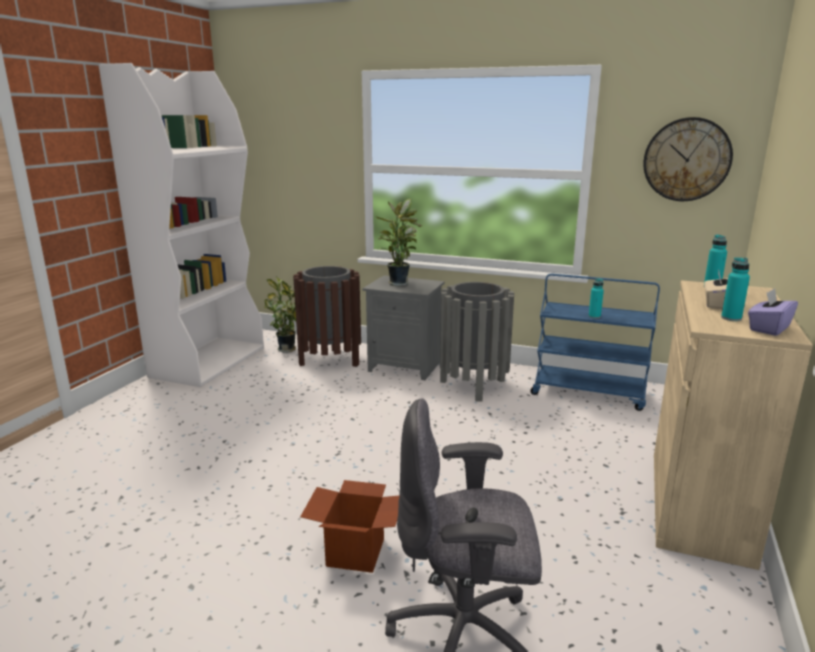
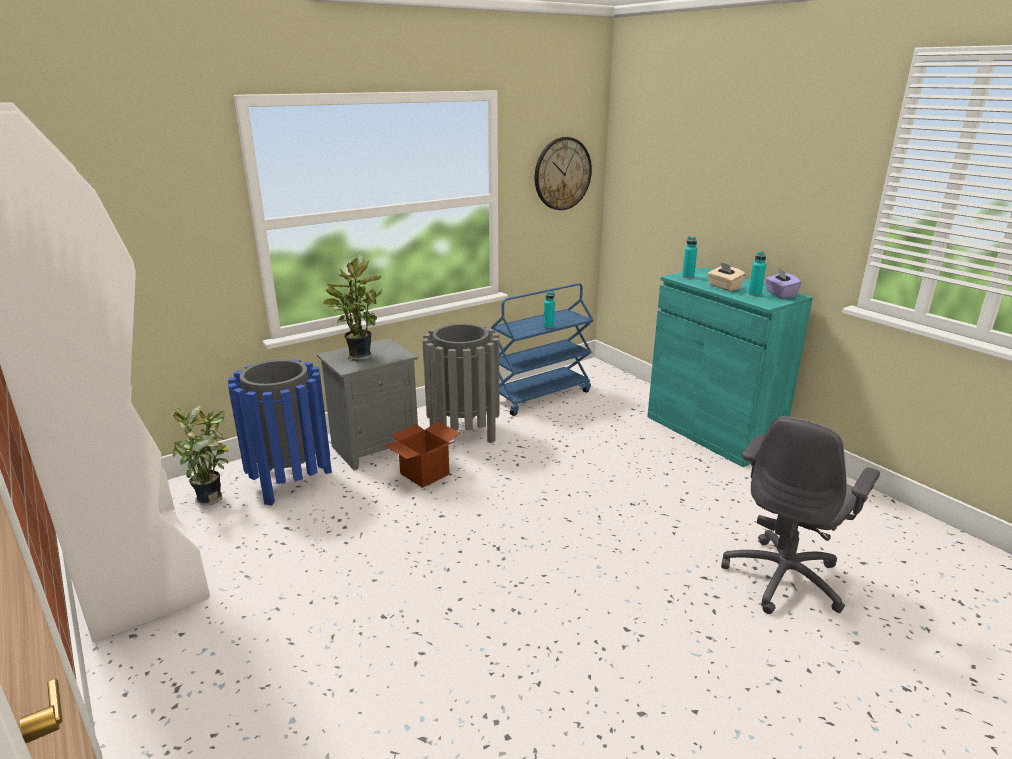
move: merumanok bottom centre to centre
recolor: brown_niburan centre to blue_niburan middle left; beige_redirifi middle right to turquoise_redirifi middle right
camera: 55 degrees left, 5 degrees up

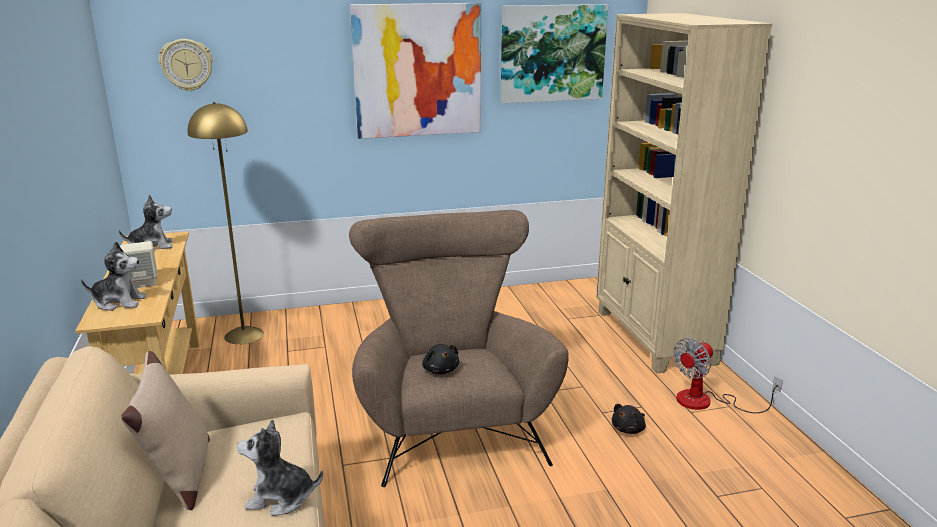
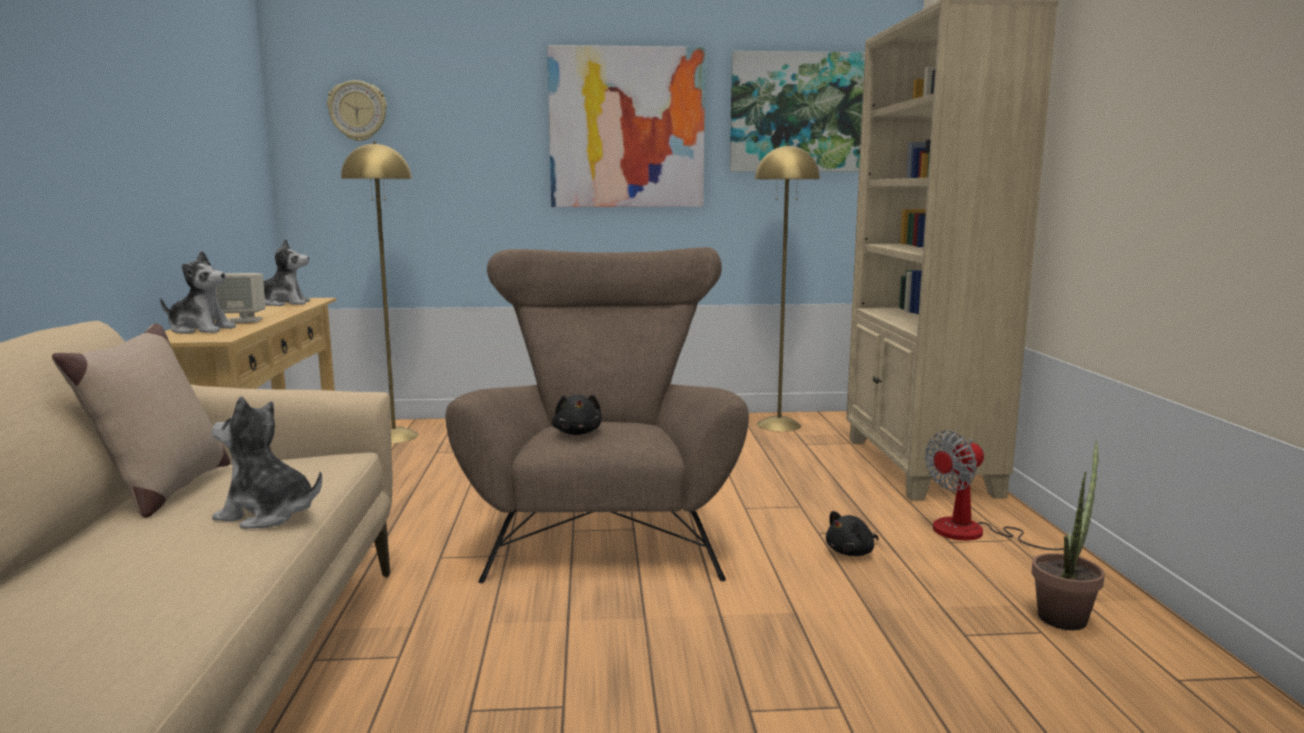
insert: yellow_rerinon (2nd from left) centre; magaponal bottom right
camera: 10 degrees right, 10 degrees down

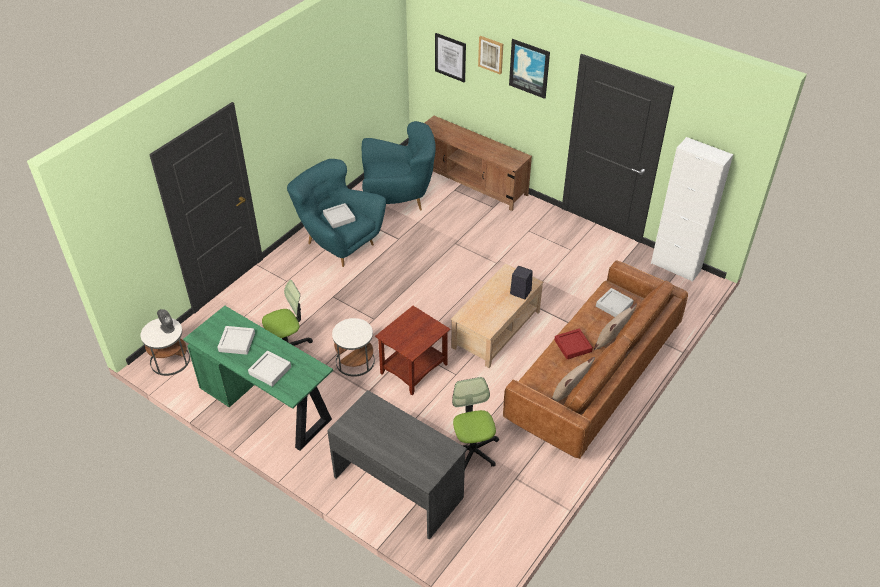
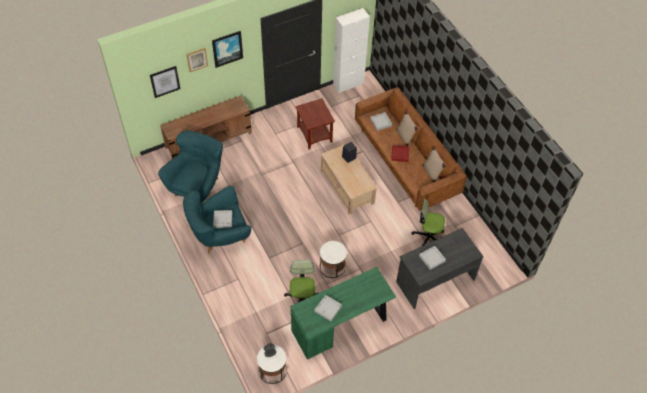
move: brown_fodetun centre to top centre; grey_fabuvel (2nd from left in the first image) middle left to grey_fabuvel (4th from left) middle right
camera: 65 degrees left, 10 degrees up

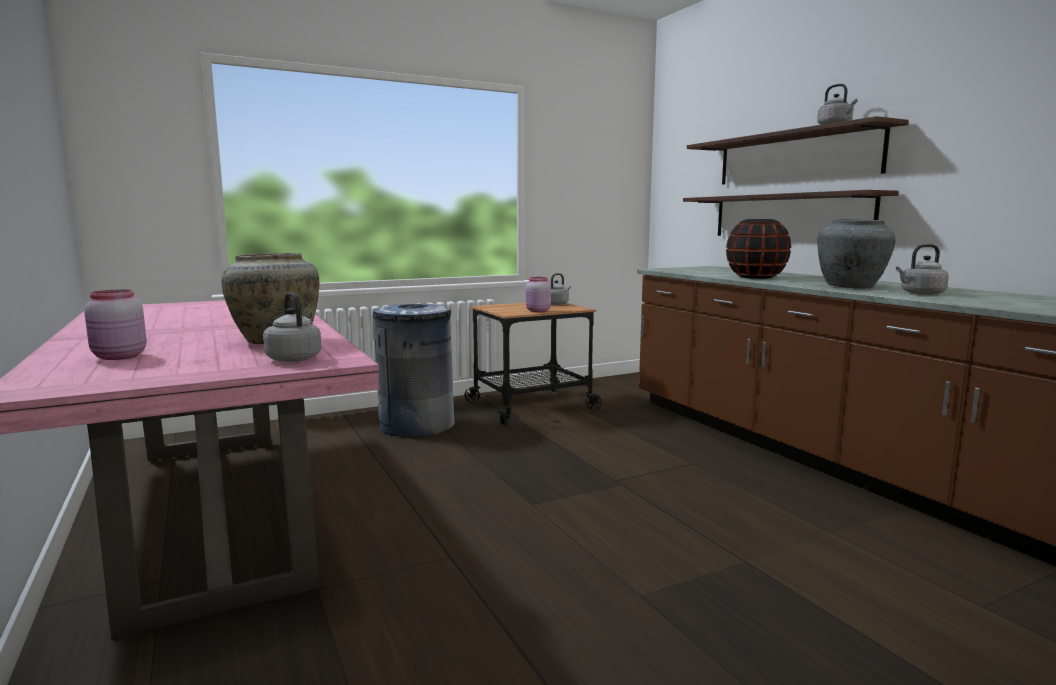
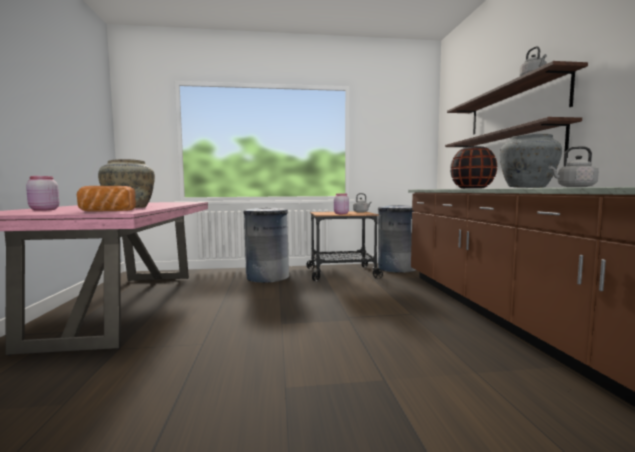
insert: grey_niburan (2nd from left) centre
replace: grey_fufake (1st from left) middle left to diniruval middle left
camera: 20 degrees right, 5 degrees down

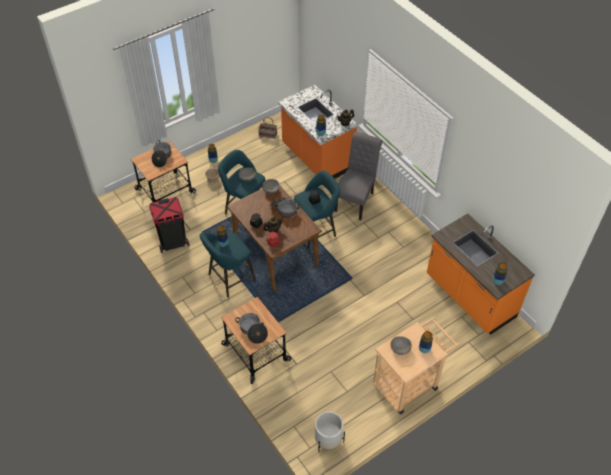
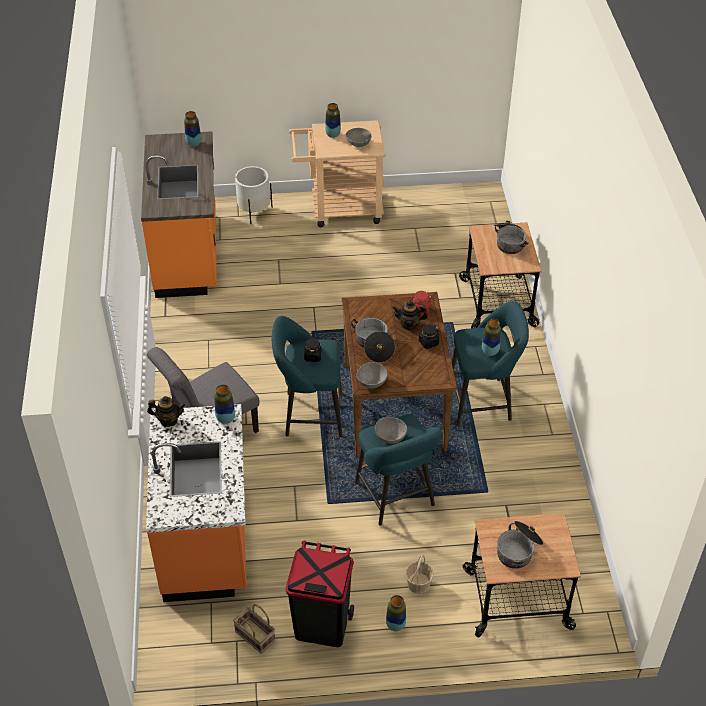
move: black_niburan middle left to bottom centre; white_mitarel bottom centre to top centre
camera: 150 degrees left, 5 degrees down

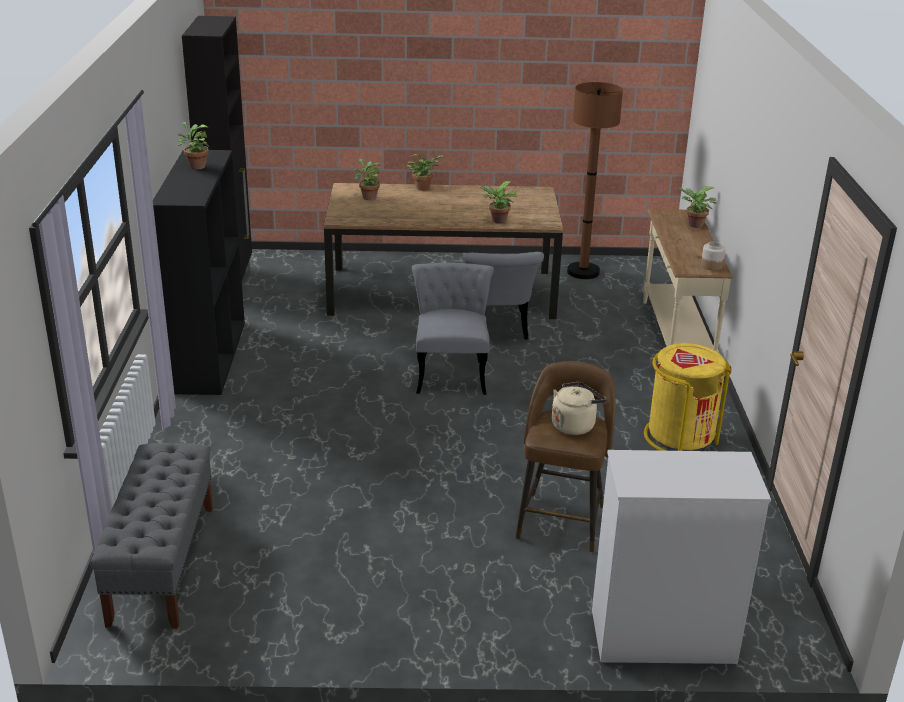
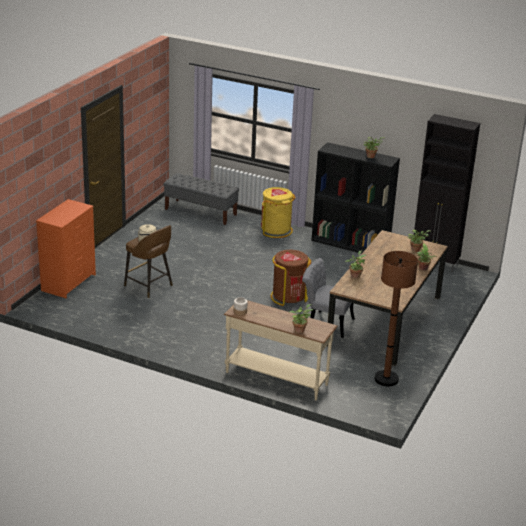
move: yellow_niburan middle right to centre
replace: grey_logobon (1st from left) centre to brown_niburan centre
recolor: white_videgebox bottom right to orange_videgebox middle left
camera: 115 degrees right, 0 degrees up

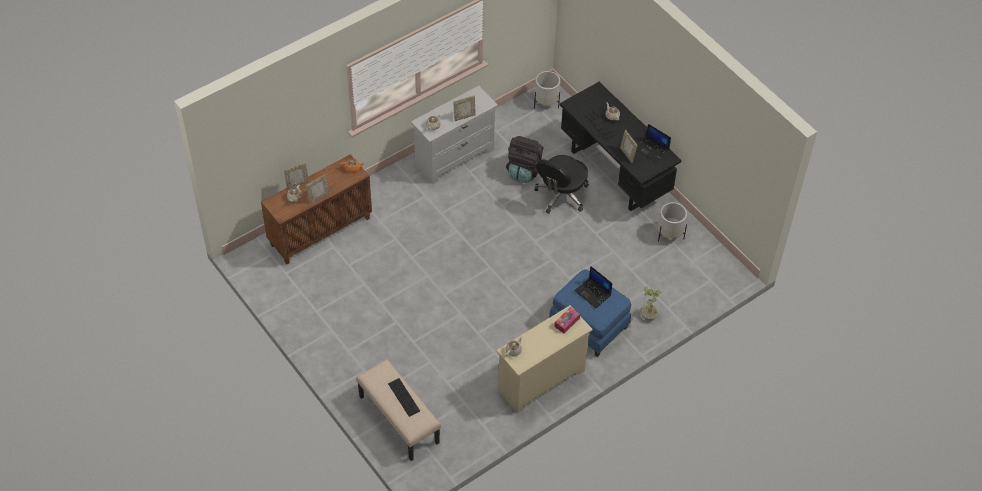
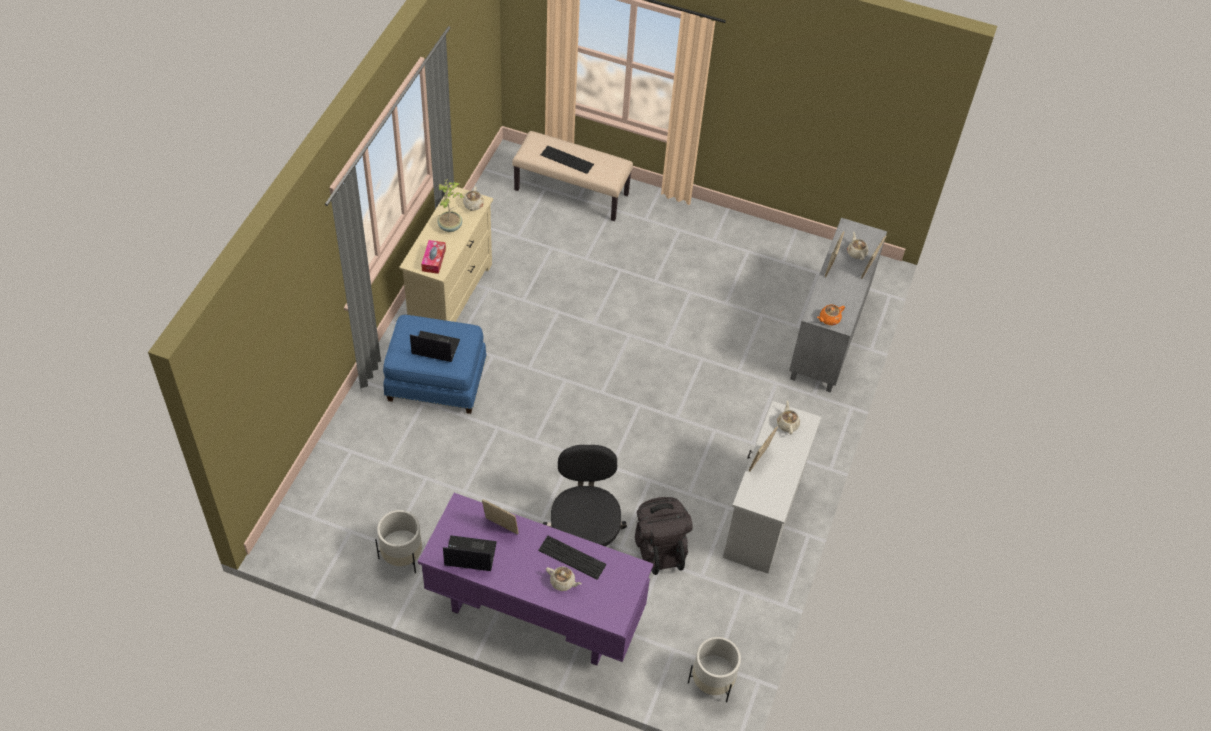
move: magaponal centre to top centre
recolor: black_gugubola top centre to purple_gugubola bottom centre; brown_redirifi middle left to grey_redirifi middle right
camera: 145 degrees right, 0 degrees up

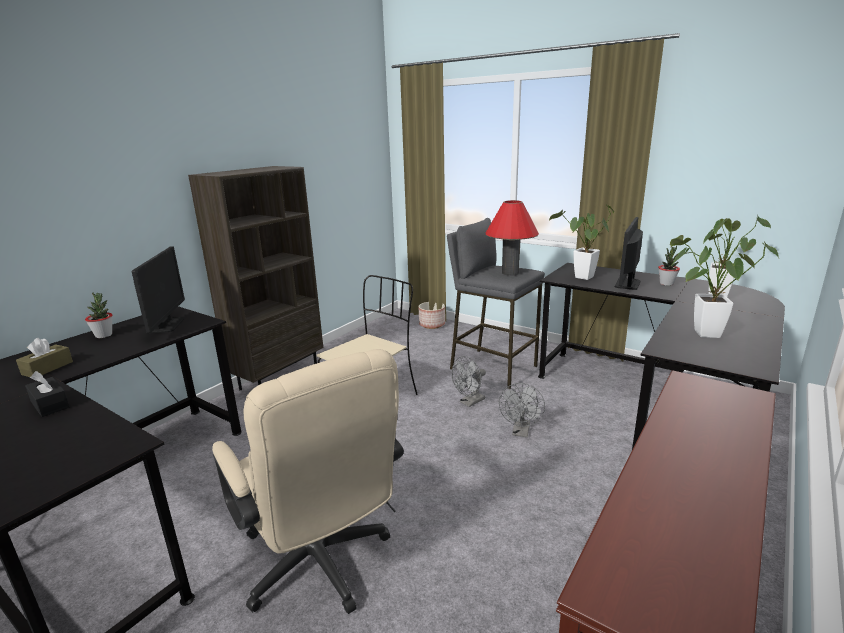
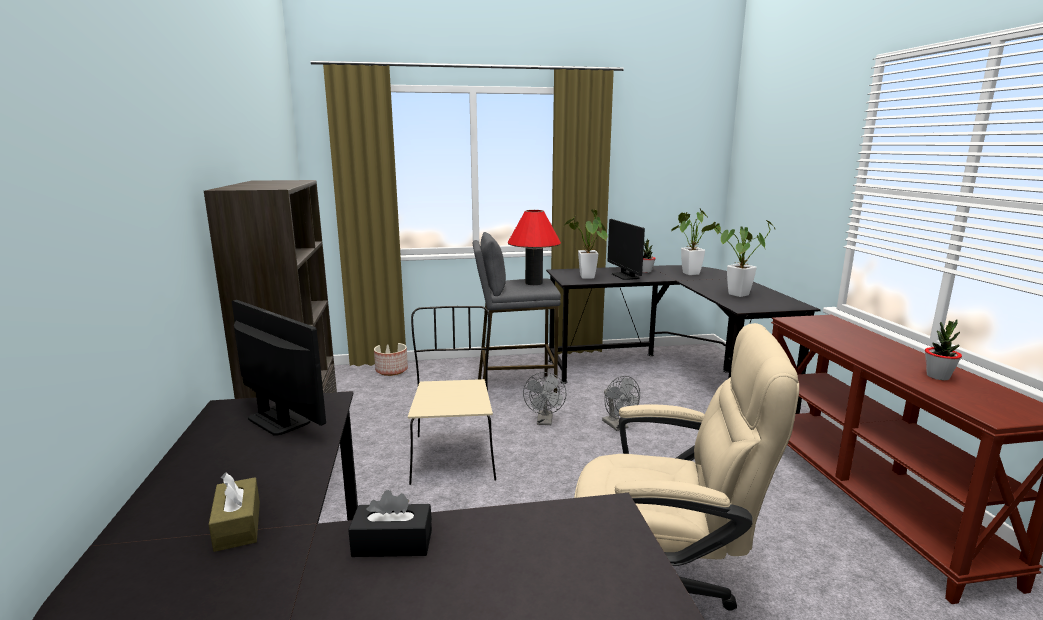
move: magaponal (1st from left in the first image) middle left to magaponal (5th from left) middle right
camera: 45 degrees left, 5 degrees down

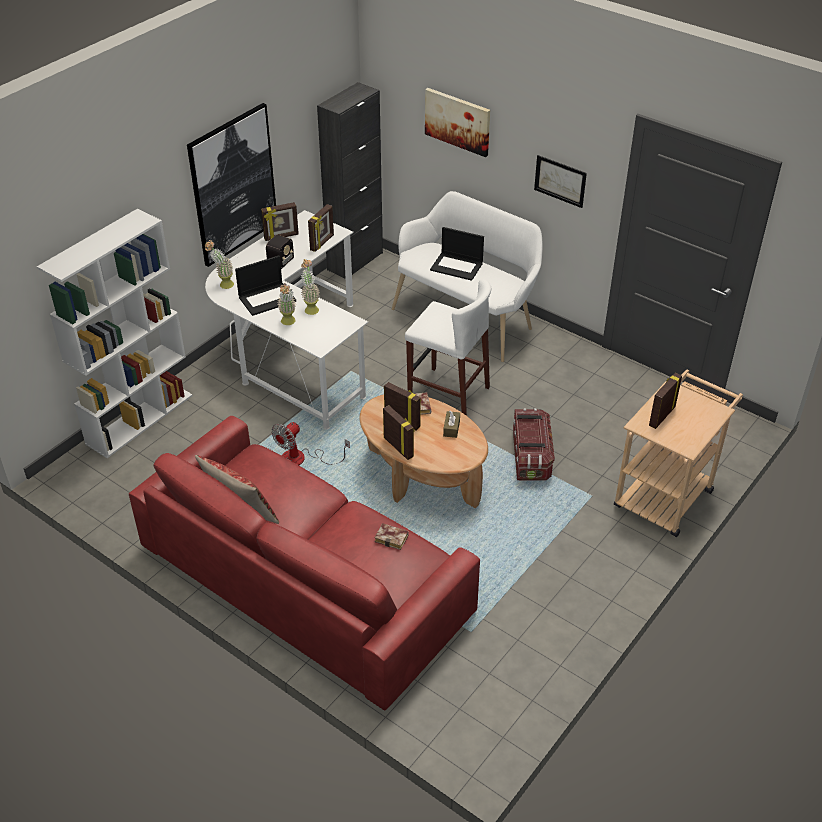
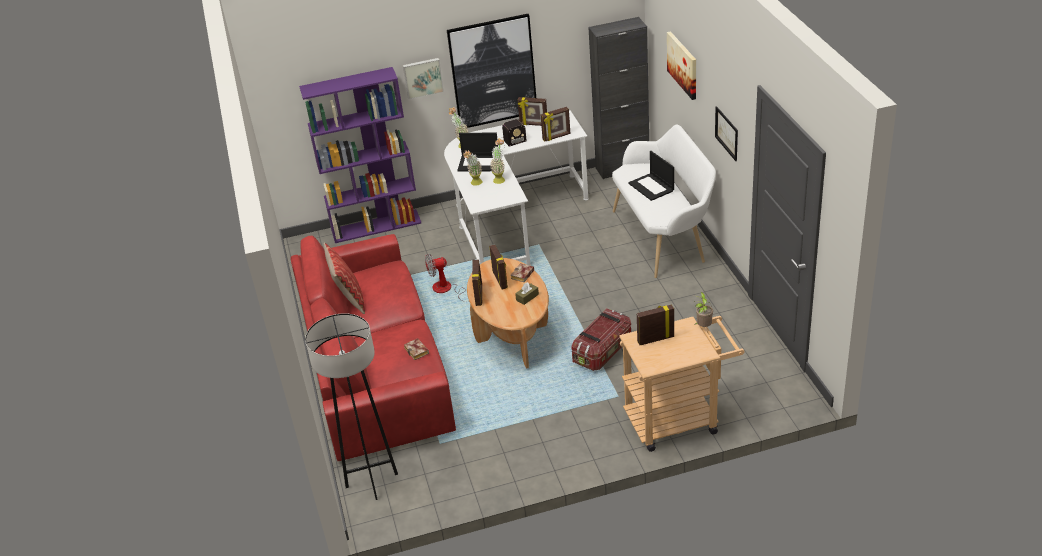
delete: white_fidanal centre
insert: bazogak (1st from left) top centre; magaponal (4th from left) middle right; grey_rerinon bottom centre
recolor: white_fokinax middle left to purple_fokinax top centre
camera: 40 degrees right, 5 degrees down

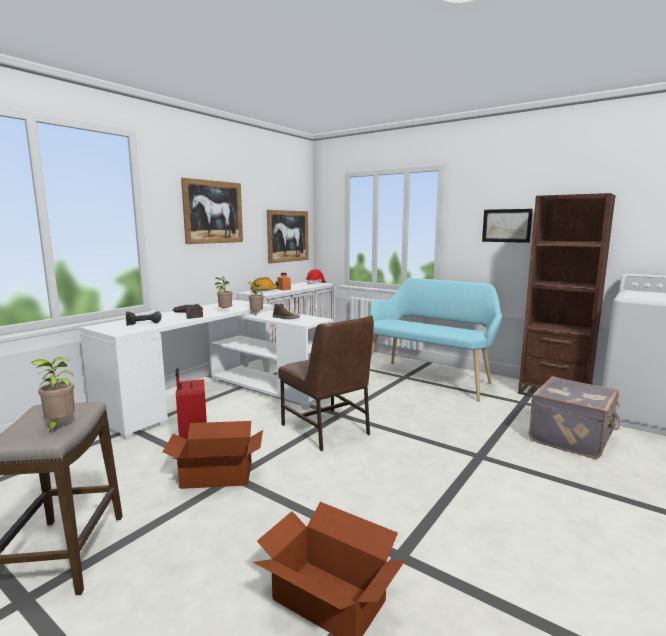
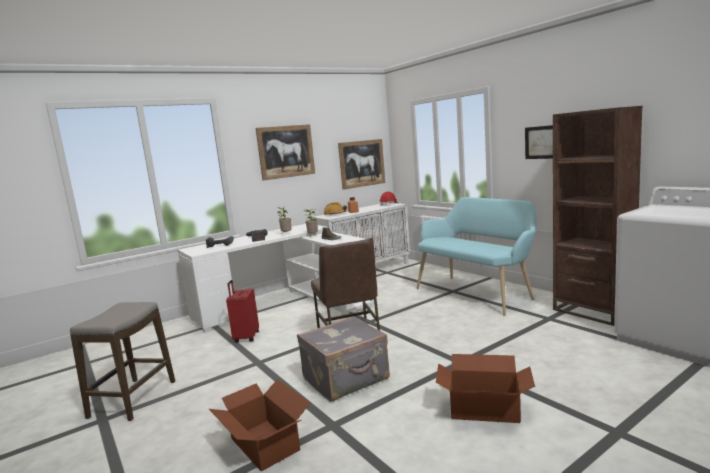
delete: magaponal (1st from left) middle left
move: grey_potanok middle right to bottom centre; merumanok (1st from left in the first image) bottom left to merumanok (2nd from left) bottom right
camera: 20 degrees right, 0 degrees up

